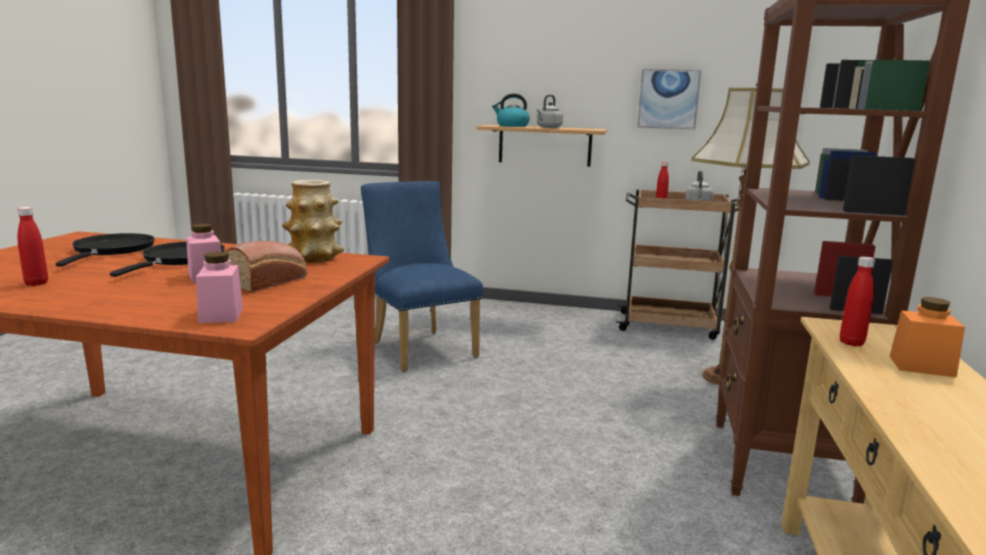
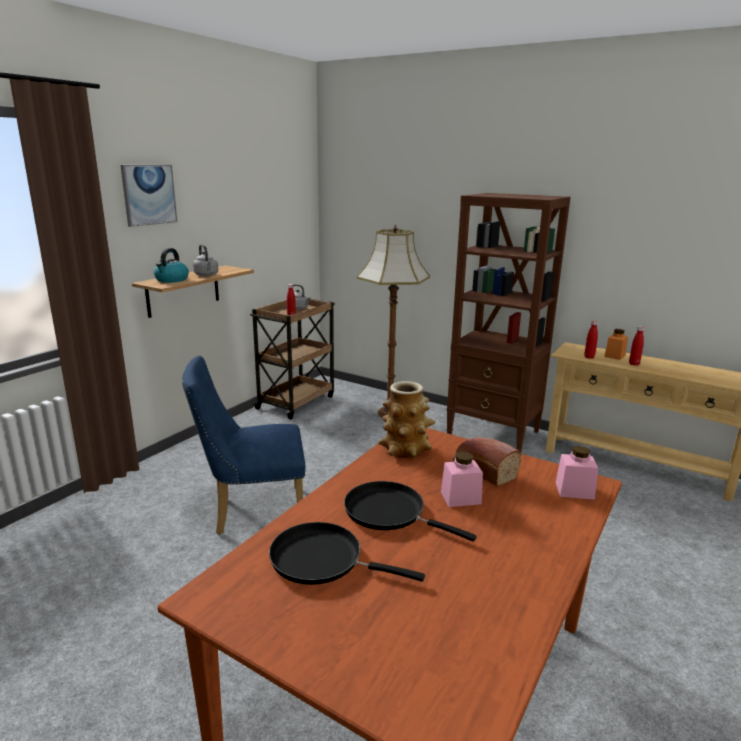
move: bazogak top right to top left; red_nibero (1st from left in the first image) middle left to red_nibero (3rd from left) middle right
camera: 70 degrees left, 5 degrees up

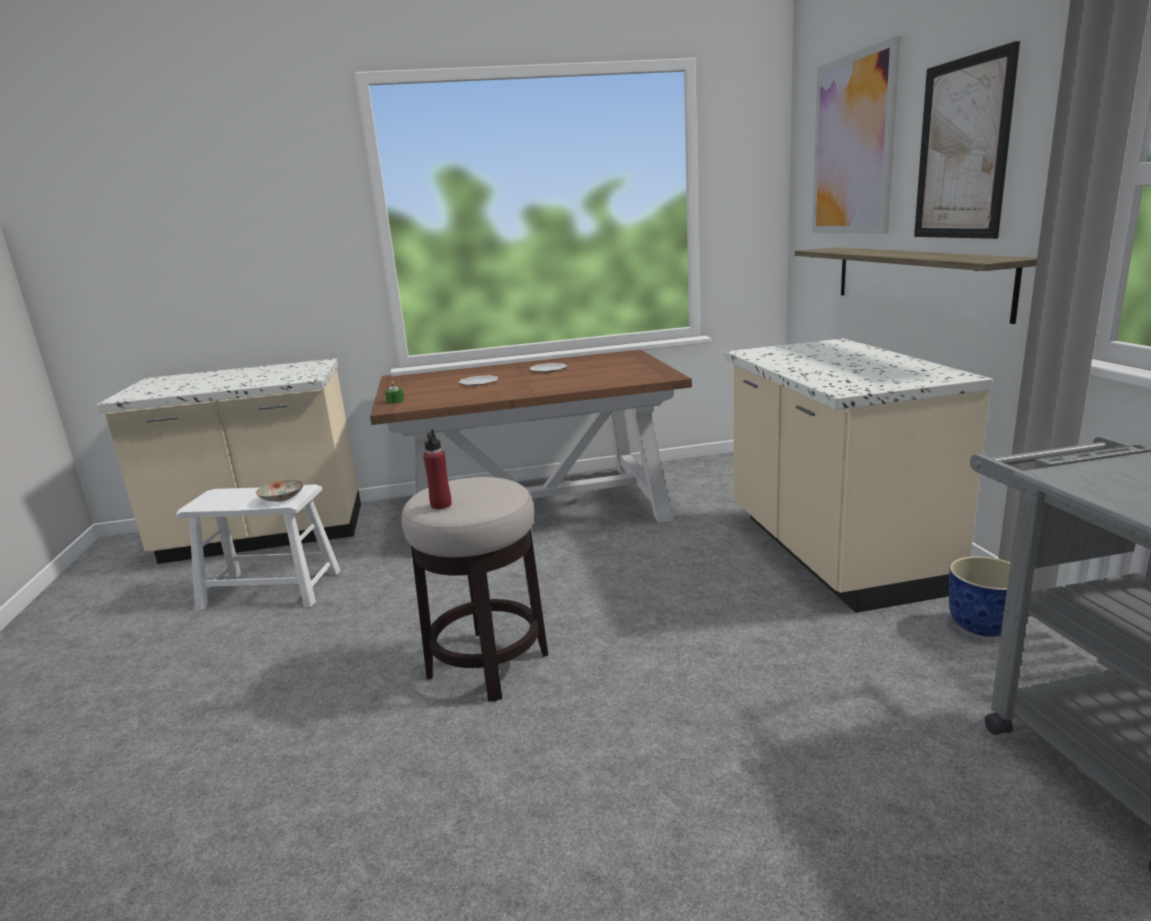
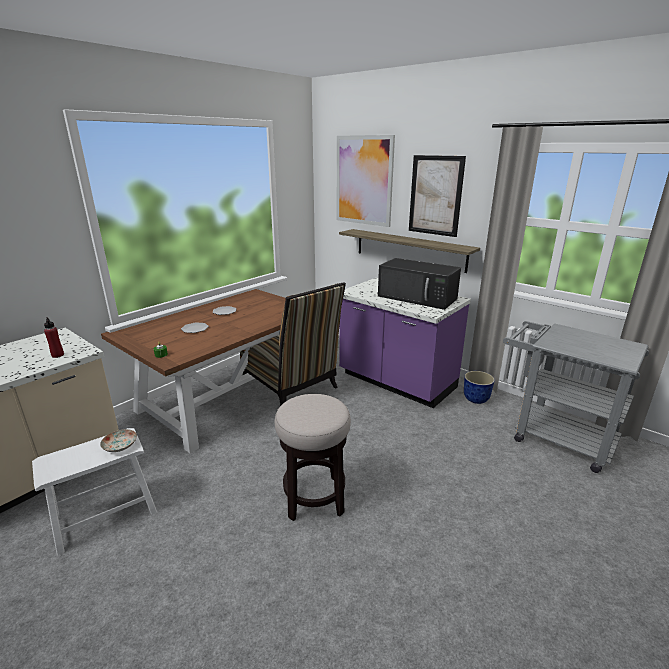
insert: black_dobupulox centre; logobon centre
move: red_nibero centre to middle left
recolor: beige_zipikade (2nd from left) middle right to purple_zipikade centre
camera: 40 degrees left, 5 degrees up

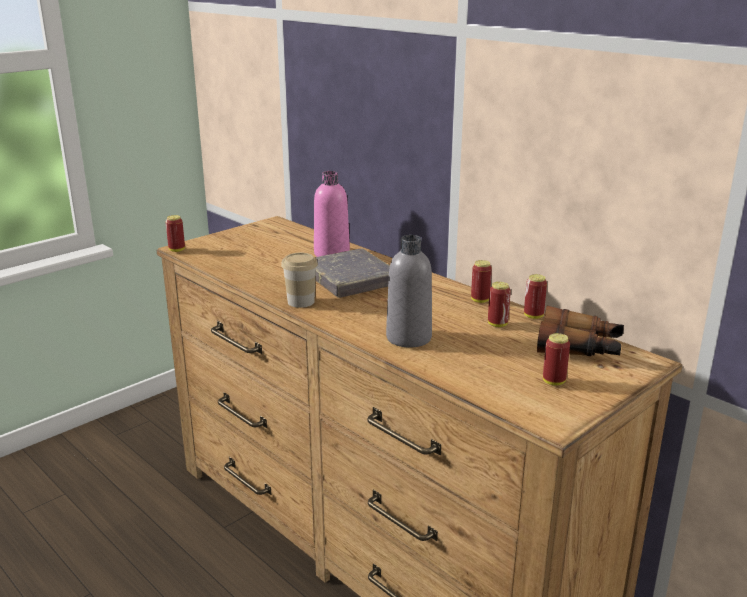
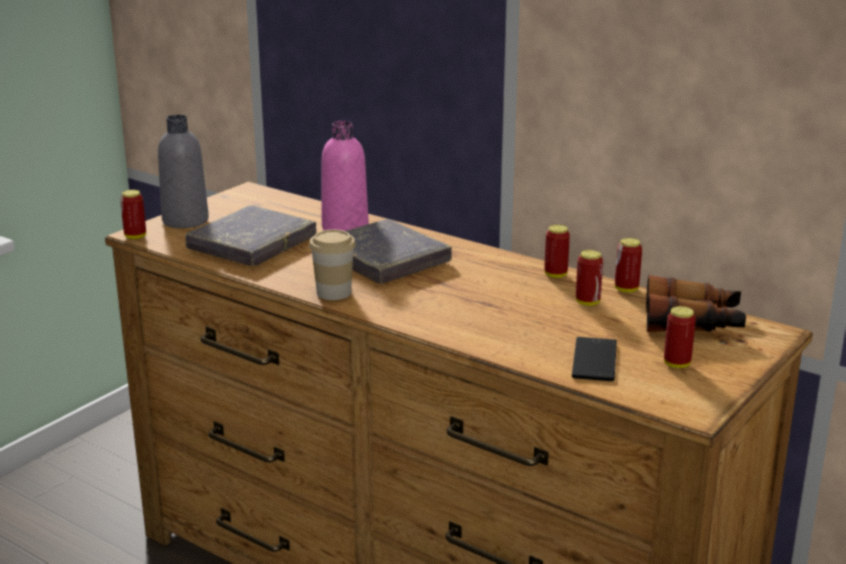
insert: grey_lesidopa (1st from left) middle left; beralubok middle right
move: grey_nibero centre to top left
camera: 10 degrees left, 0 degrees up

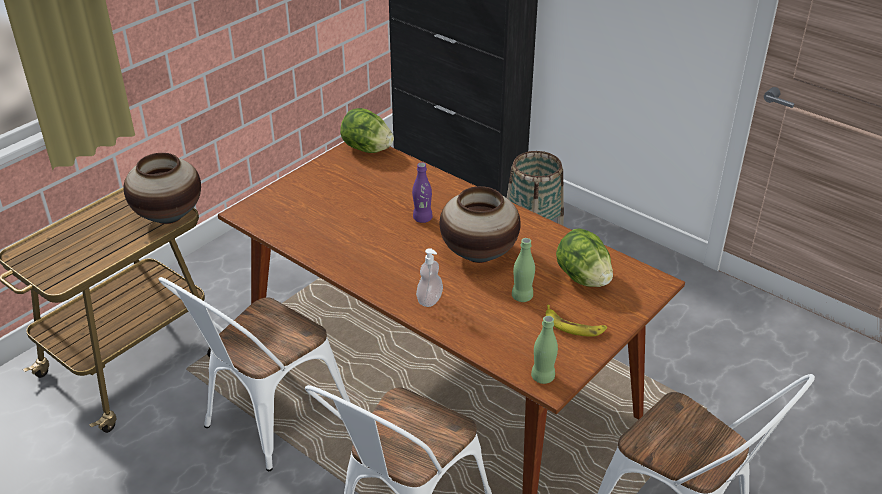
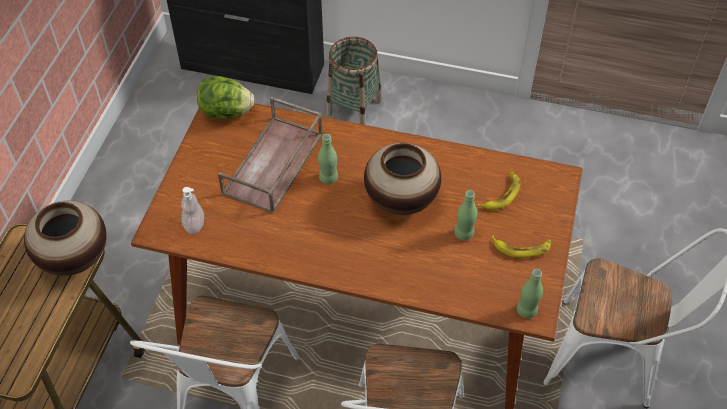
insert: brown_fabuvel centre
move: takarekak centre to middle left
replace: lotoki (2nd from left) centre to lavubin (1st from left) middle right
recolor: purple_nibero centre to green_nibero (1st from left) centre
camera: 25 degrees left, 15 degrees up

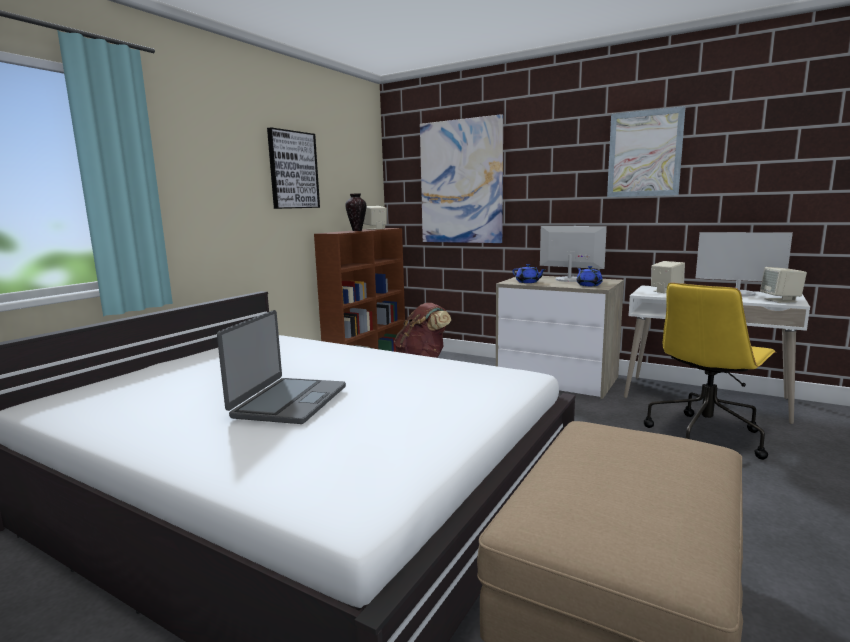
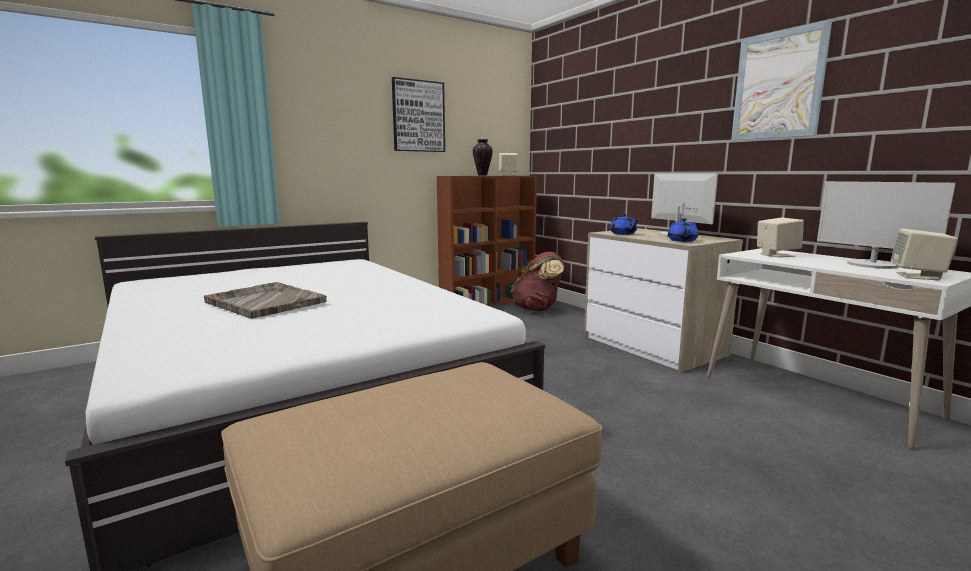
delete: bazogak (2nd from left) top centre; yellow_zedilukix middle right
replace: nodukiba middle left to grey_fabuvel middle left
camera: 25 degrees right, 0 degrees up

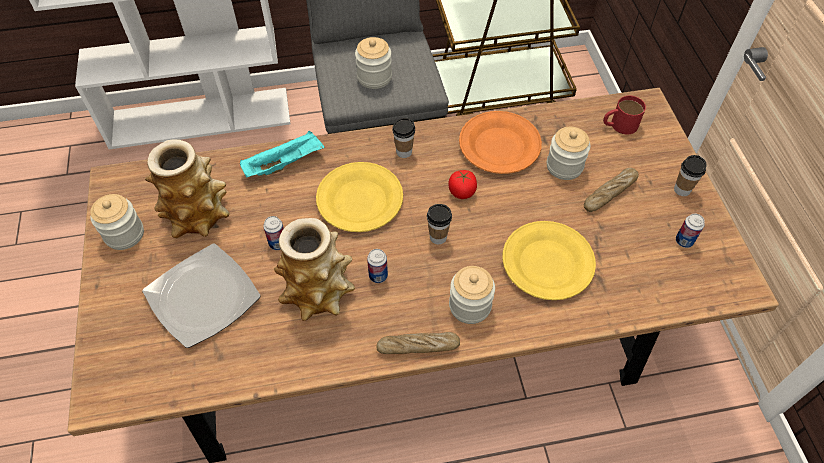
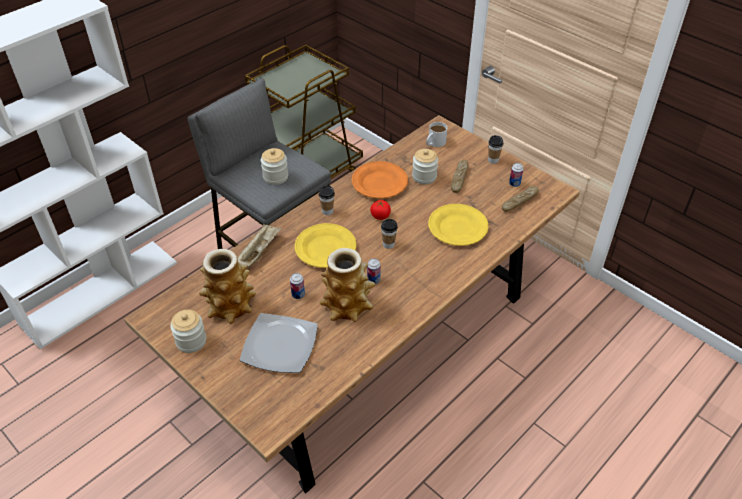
delete: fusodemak (3rd from left) centre
move: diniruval (1st from left in the first image) bottom centre to diniruval (2nd from left) middle right
recolor: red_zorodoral top right to white_zorodoral top centre; turquoise_fabuvel top centre to beige_fabuvel centre
camera: 35 degrees left, 10 degrees down

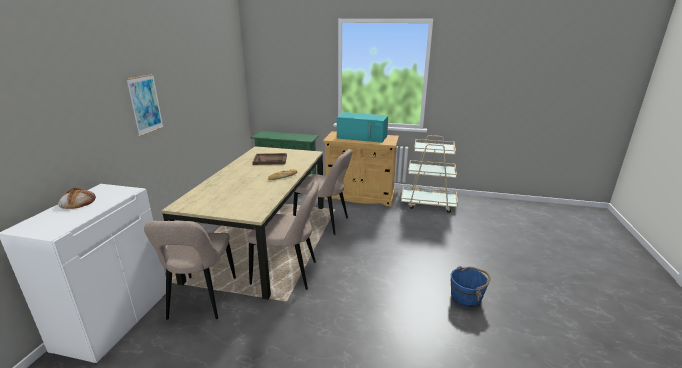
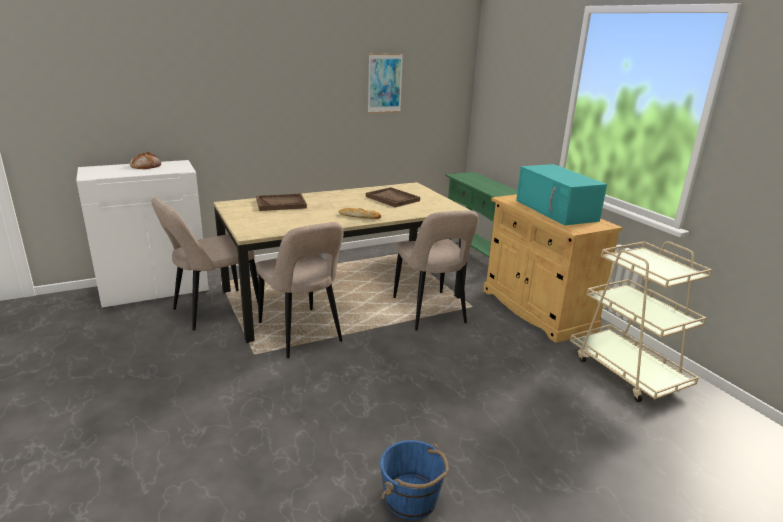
insert: brown_fabuvel (1st from left) centre
move: bazogak top left to top centre
camera: 50 degrees right, 0 degrees up

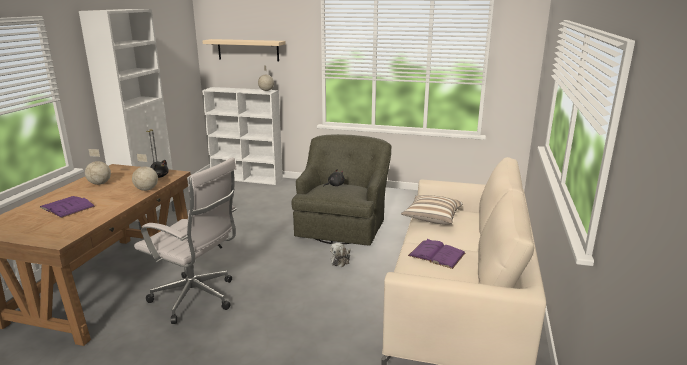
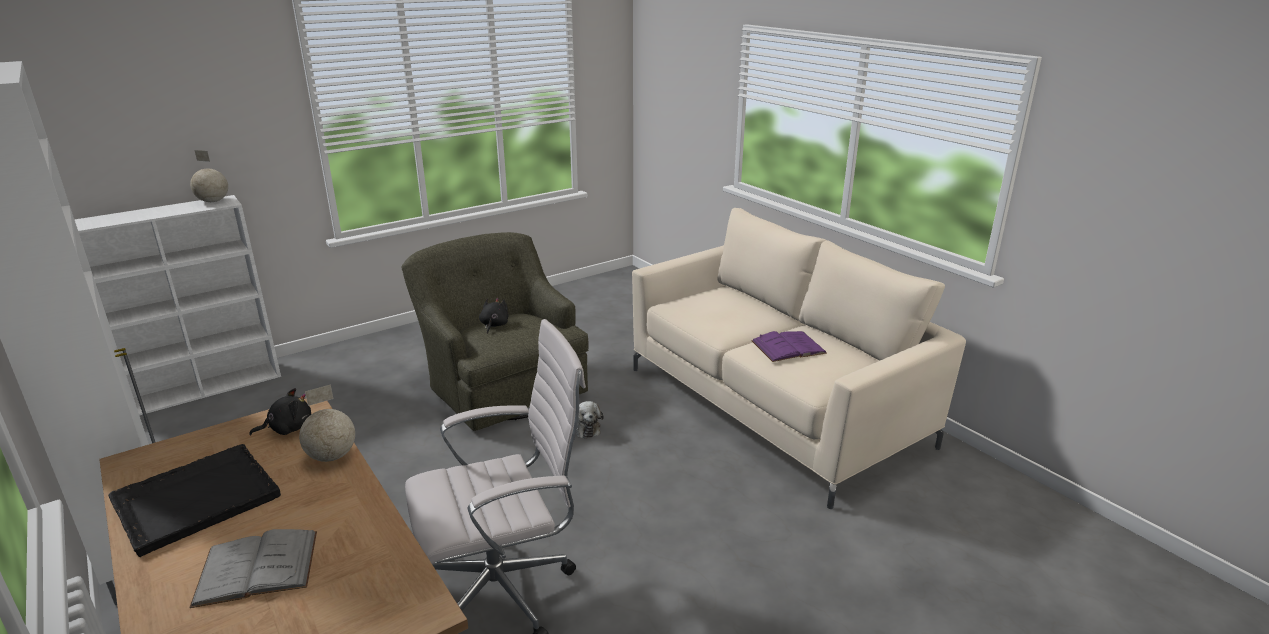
delete: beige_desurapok top centre; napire centre
replace: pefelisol (1st from left) middle left to black_fabuvel bottom left
recolor: purple_lesidopa (1st from left) middle left to grey_lesidopa bottom left
camera: 50 degrees left, 5 degrees up

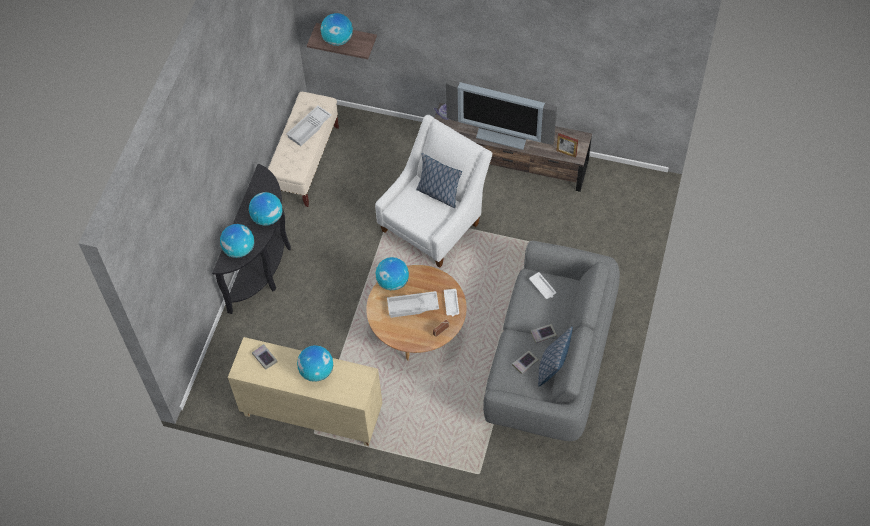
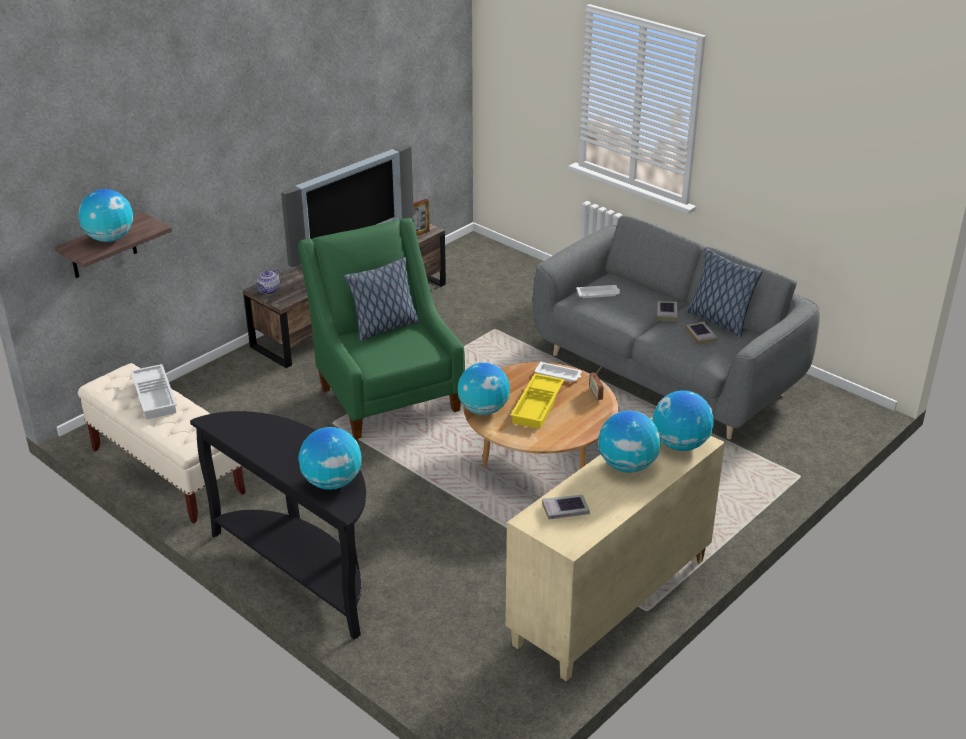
move: pefelisol (2nd from left in the first image) middle left to pefelisol (5th from left) middle right
recolor: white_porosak centre to green_porosak centre; white_fabuvel (2nd from left) centre to yellow_fabuvel centre
camera: 65 degrees left, 25 degrees down

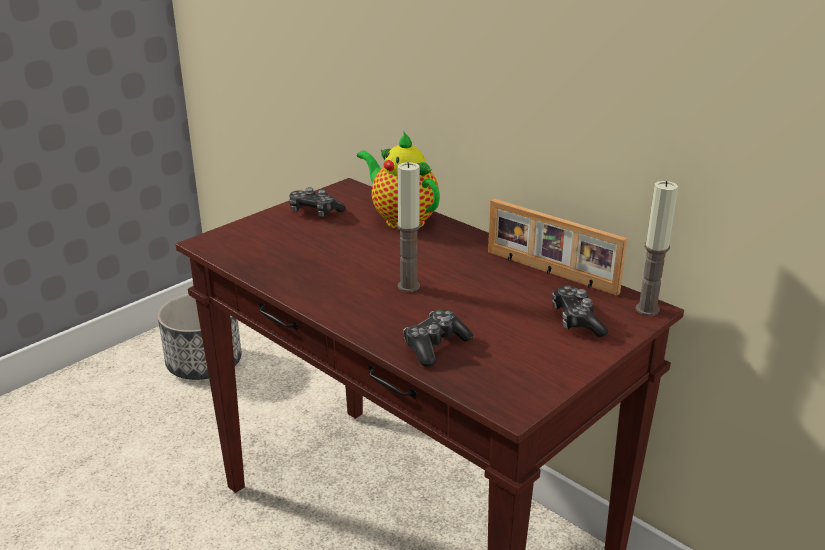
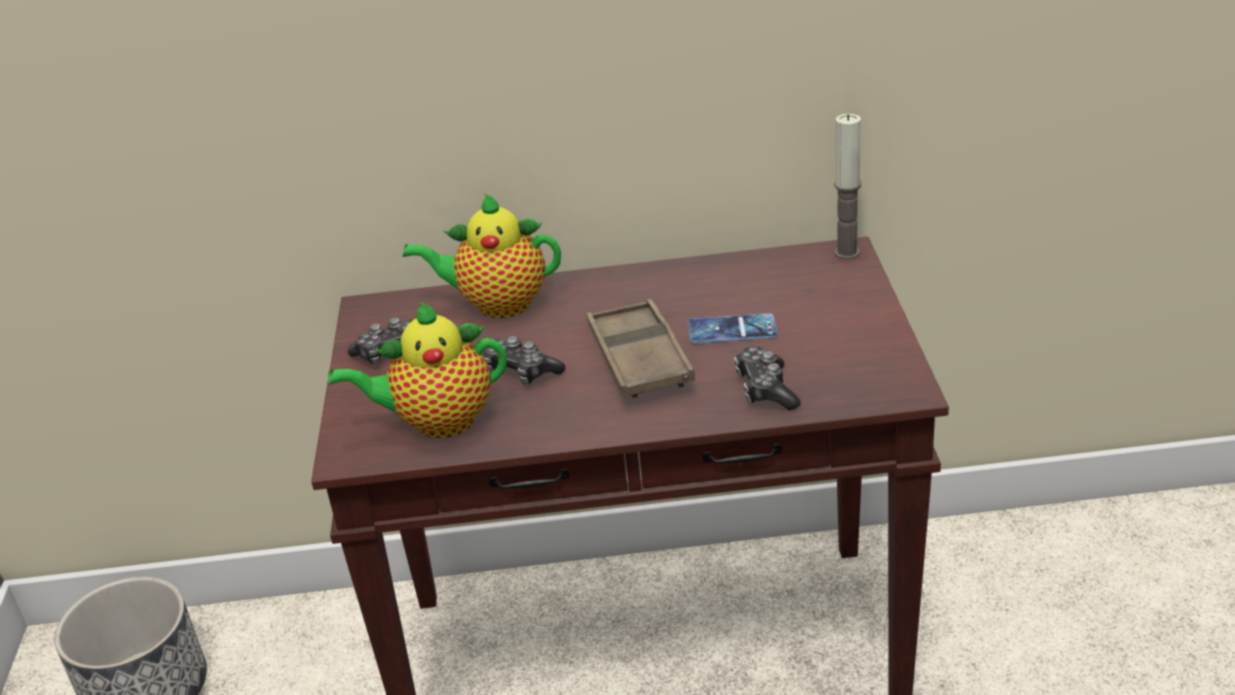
delete: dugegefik middle right
insert: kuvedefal (1st from left) centre; beralubok centre
move: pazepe (3rd from left in the first image) middle right to pazepe (2nd from left) centre
replace: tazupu (1st from left) centre to brown_fabuvel centre
camera: 45 degrees left, 5 degrees up

